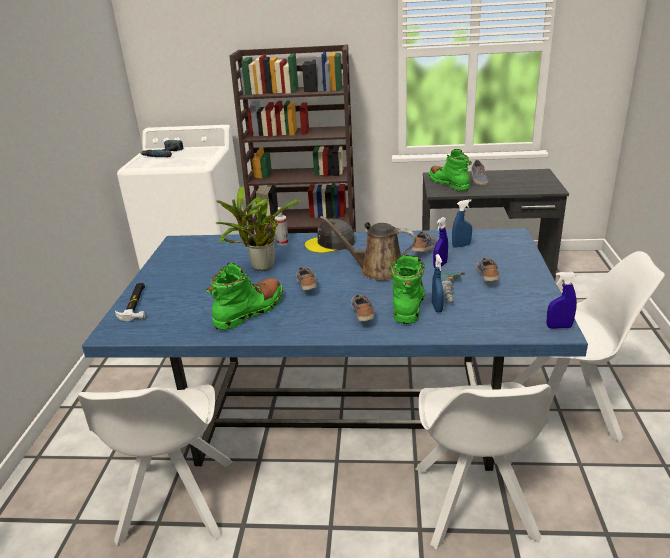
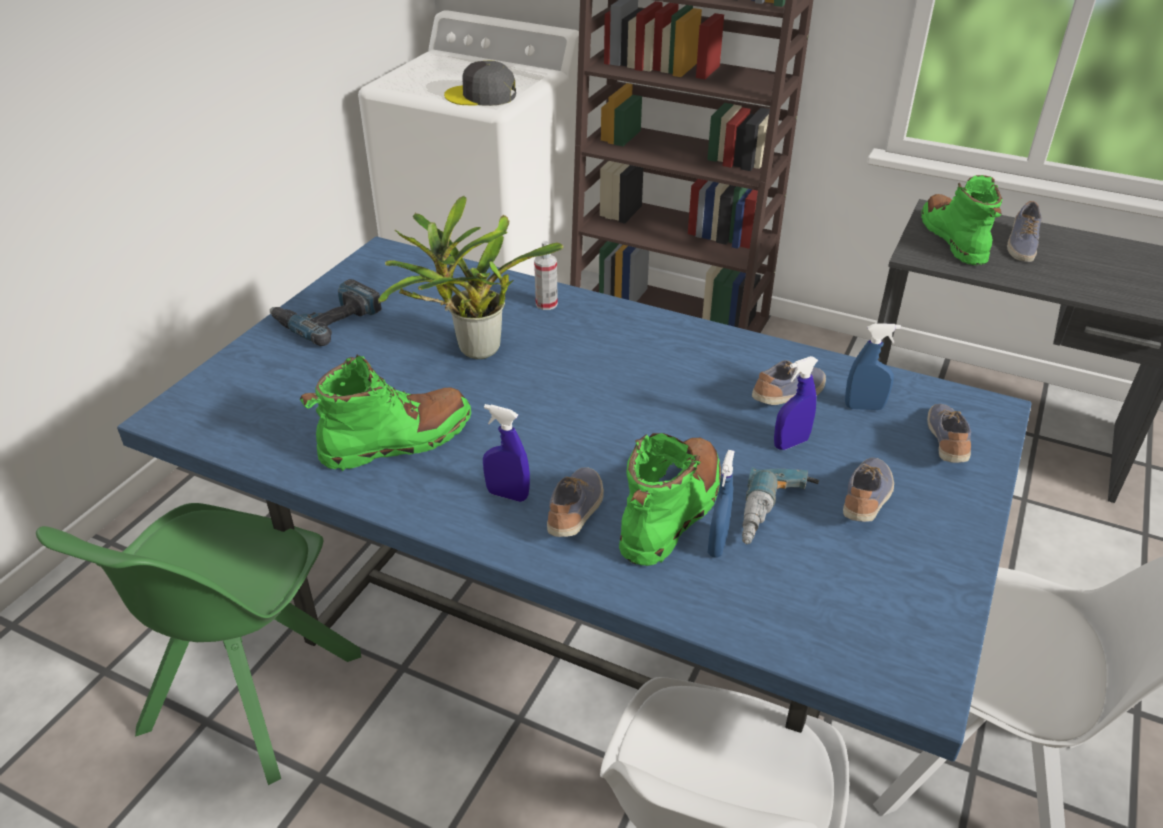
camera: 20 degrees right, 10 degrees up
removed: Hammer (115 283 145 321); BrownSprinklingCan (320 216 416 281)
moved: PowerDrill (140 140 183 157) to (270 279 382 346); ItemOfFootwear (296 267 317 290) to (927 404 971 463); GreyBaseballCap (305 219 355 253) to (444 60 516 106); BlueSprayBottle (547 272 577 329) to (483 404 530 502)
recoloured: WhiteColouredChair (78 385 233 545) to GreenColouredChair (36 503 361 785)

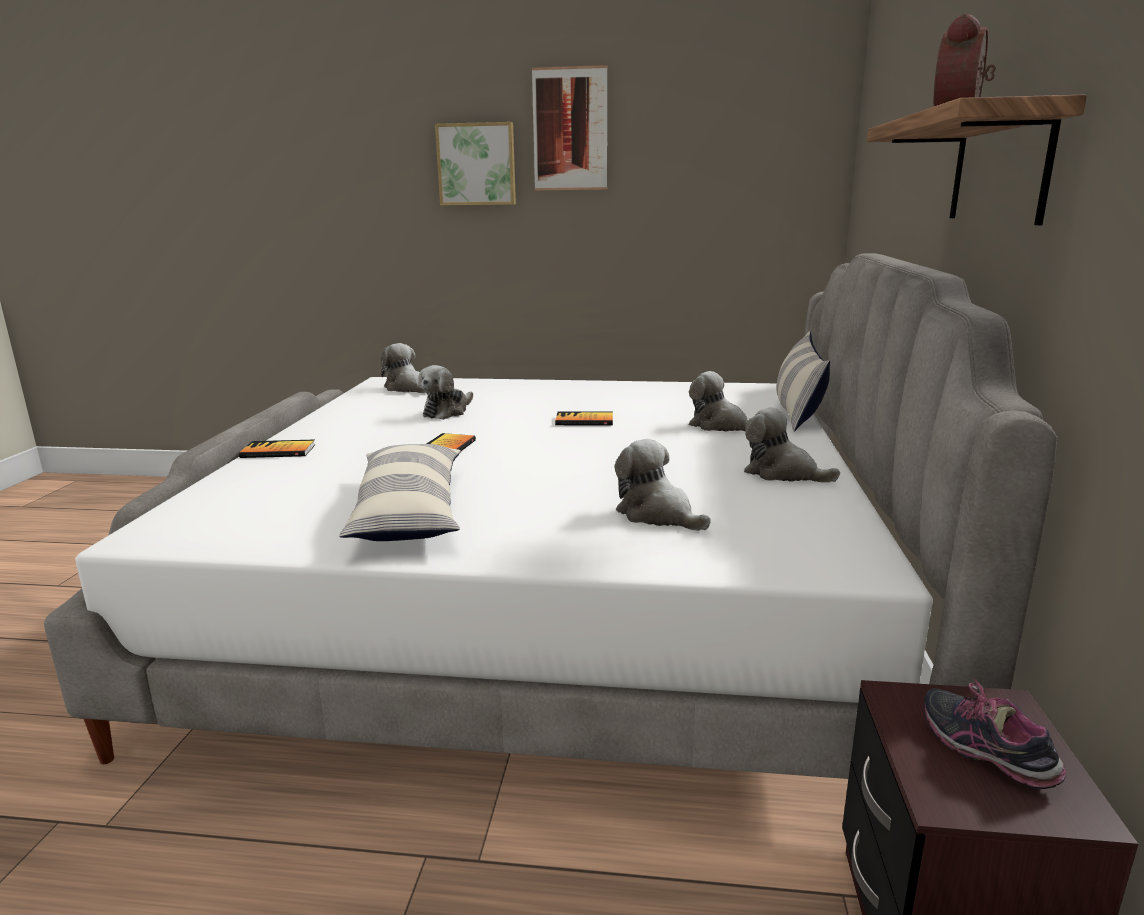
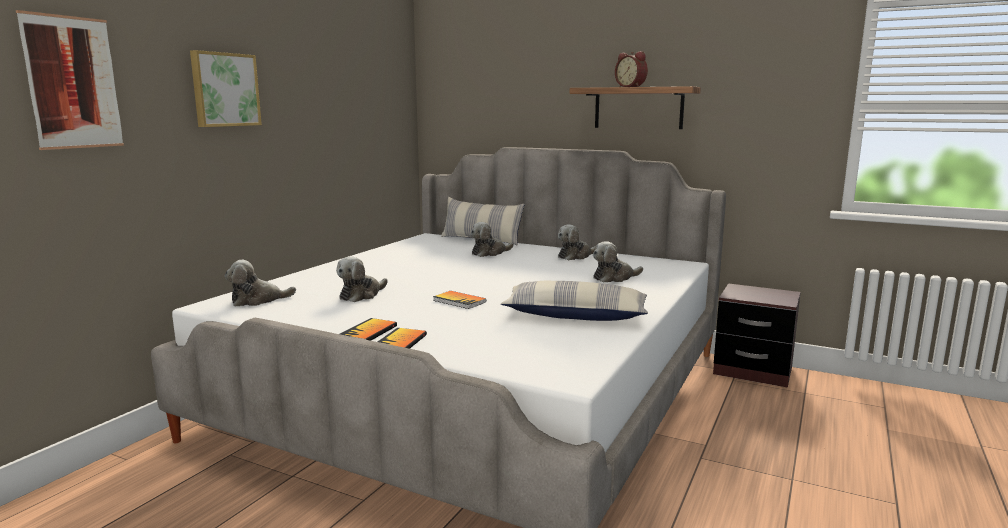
camera: 70 degrees left, 5 degrees down
removed: ItemOfFootwear (924 678 1067 789)
moved: Picture (532 65 607 191) to (16 10 124 150); BoundBook (555 411 613 426) to (340 318 397 341)
turned: CuddlyToy (418 365 473 420) = (336 256 388 302) 75 degrees clockwise

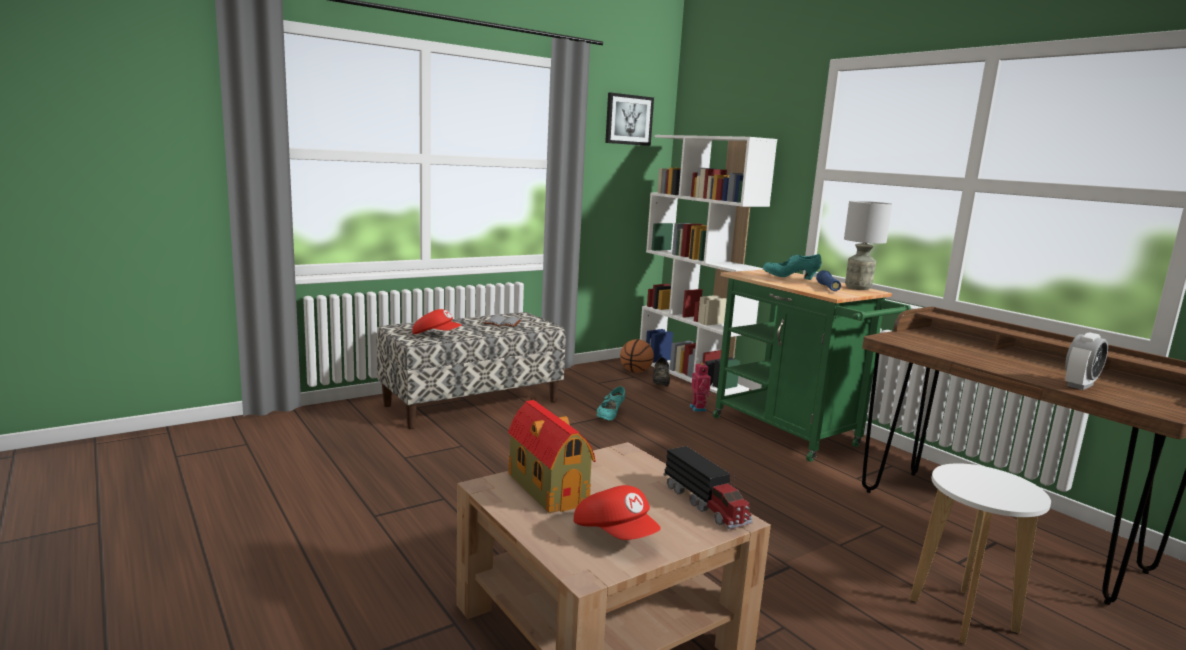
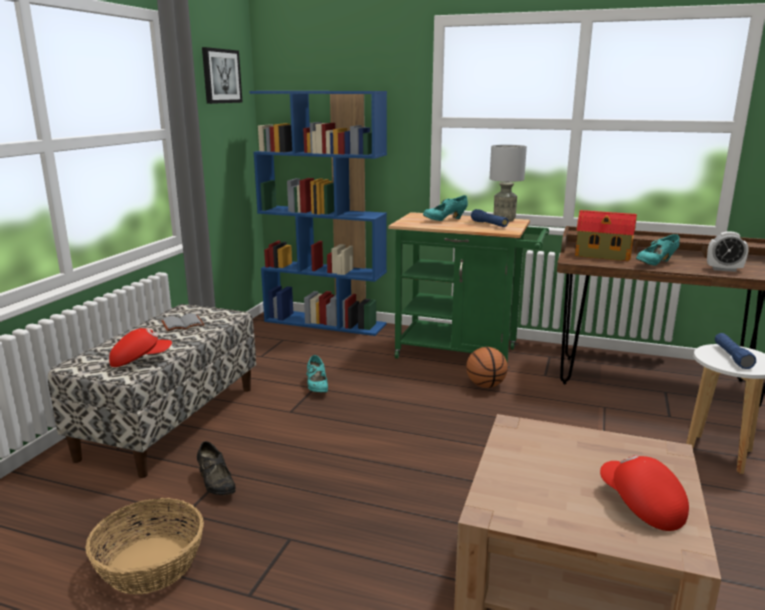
camera: 35 degrees left, 5 degrees up
removed: ToyTruck (663 446 753 529); ToyRobot (689 363 712 412)
added: Basket (85 498 204 595); TurquoiseItemOfFootwear (636 234 680 266); BlueFlashlight (715 333 756 369)
moved: MiniatureHouse (508 400 595 513) to (575 210 637 261); BasketballBall (620 339 654 373) to (466 347 508 388); BlackColouredItemOfFootwear (653 357 670 386) to (197 441 236 495)
recoloured: WhiteColouredBookshelf (640 135 777 396) to BlueBookshelf (250 91 387 336)
turned: RedColouredBaseballCap (574 485 661 540) = (600 455 689 531) 135 degrees counterclockwise; TableClock (1065 332 1108 390) = (707 231 749 272) 90 degrees clockwise

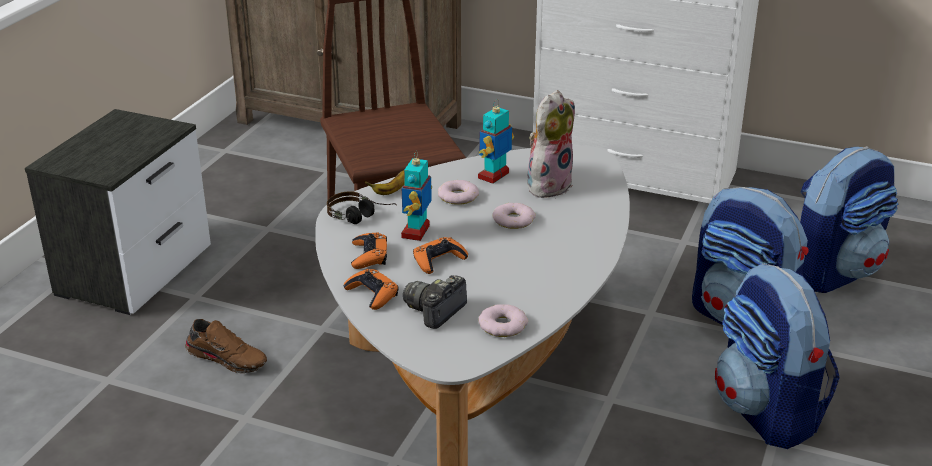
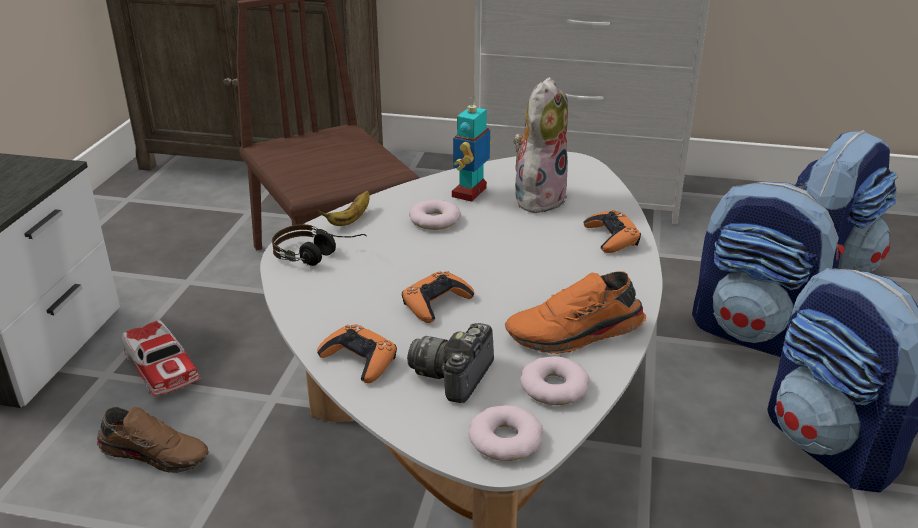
camera: 10 degrees left, 0 degrees up
removed: ToyRobot (401 151 432 241)
added: MiniatureCar (122 320 201 397); OrangeItemOfFootwear (505 271 646 354)
moved: OrangeGamepad (351 232 387 269) to (583 210 641 253); RingDoughnut (492 203 536 229) to (468 405 543 461)

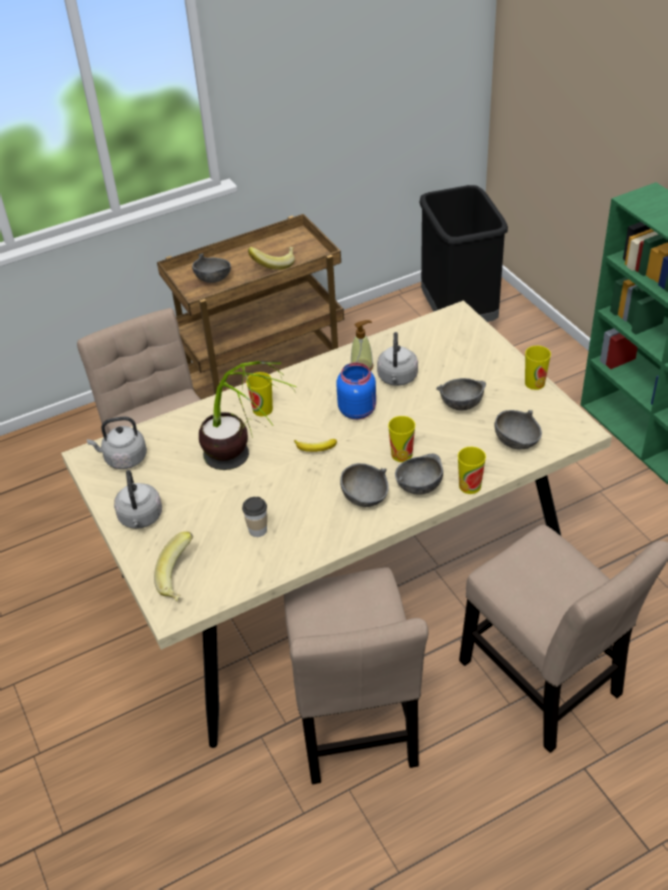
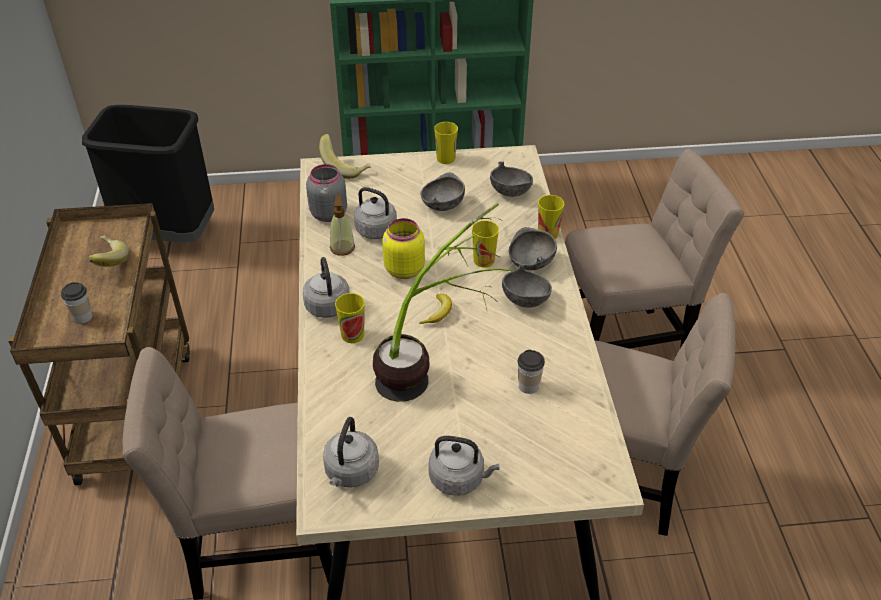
camera: 70 degrees left, 0 degrees up
added: GreyKettle (303 257 350 318); GreyStorageJar (306 164 347 222)
moved: BananaFruit (154 532 193 601) to (319 134 371 179)
replaced: GreyServingBowl (192 253 231 283) to SmallCup (61 282 92 324)
recoloured: BlueStorageJar (336 362 376 420) to YellowStorageJar (382 218 425 279)

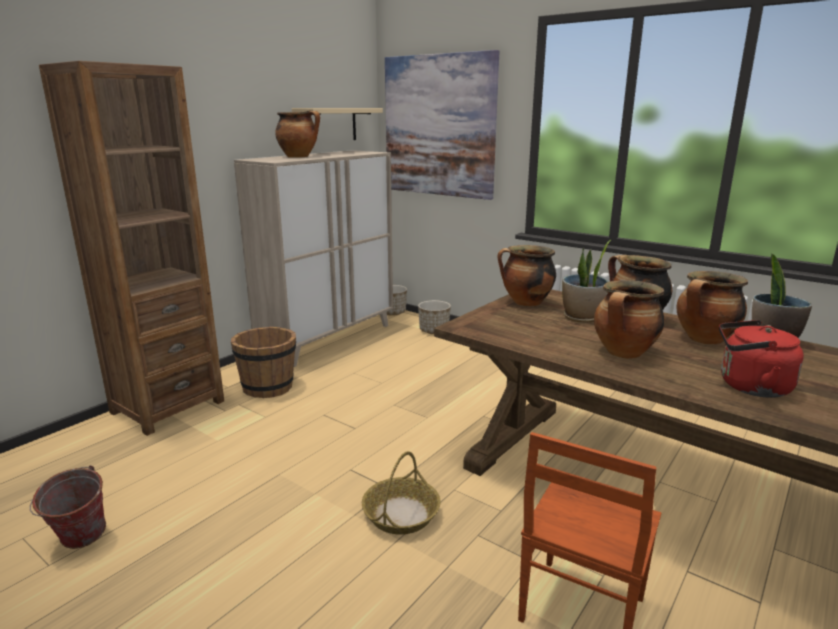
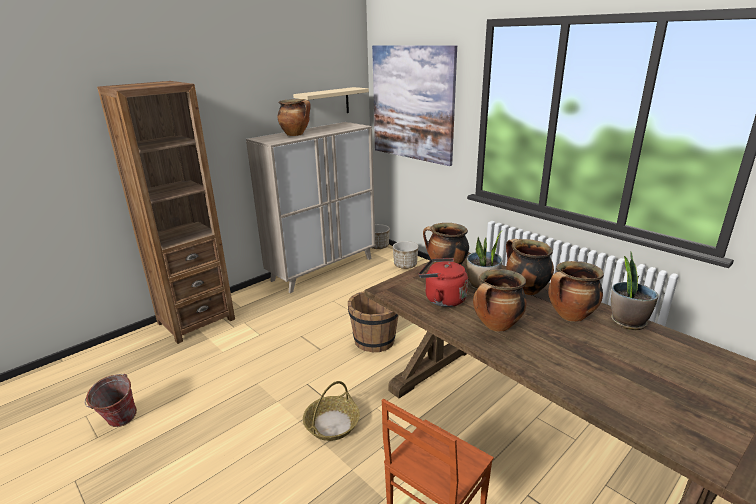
camera: 10 degrees right, 5 degrees up
moved: BrownBucket (231 327 296 398) to (348 291 399 352); RedColouredKettle (719 320 804 398) to (419 258 468 307)

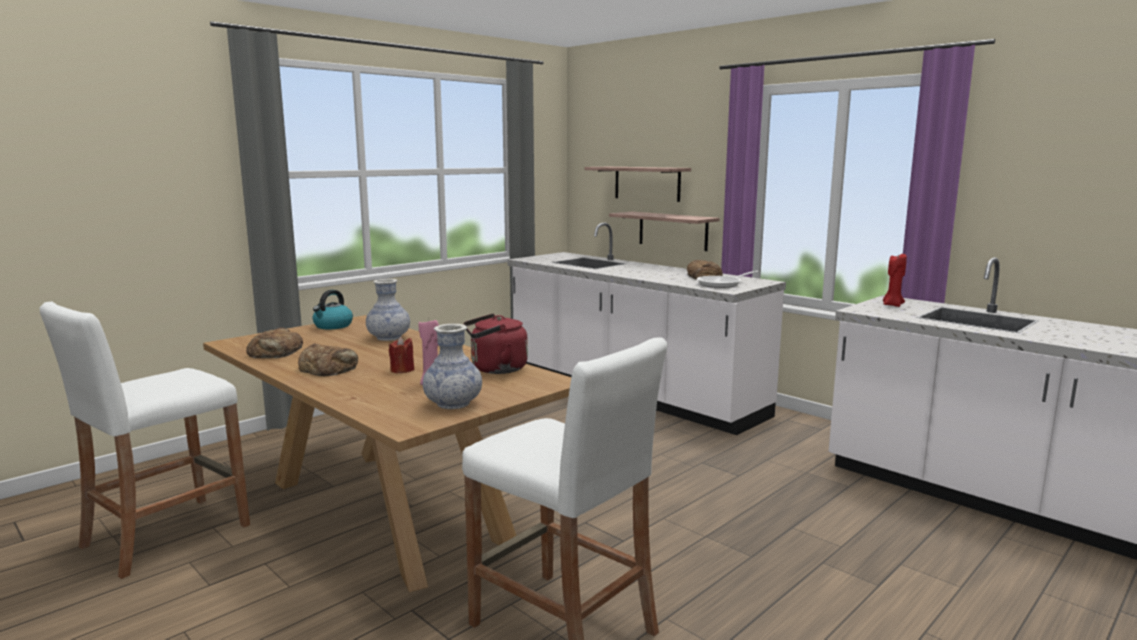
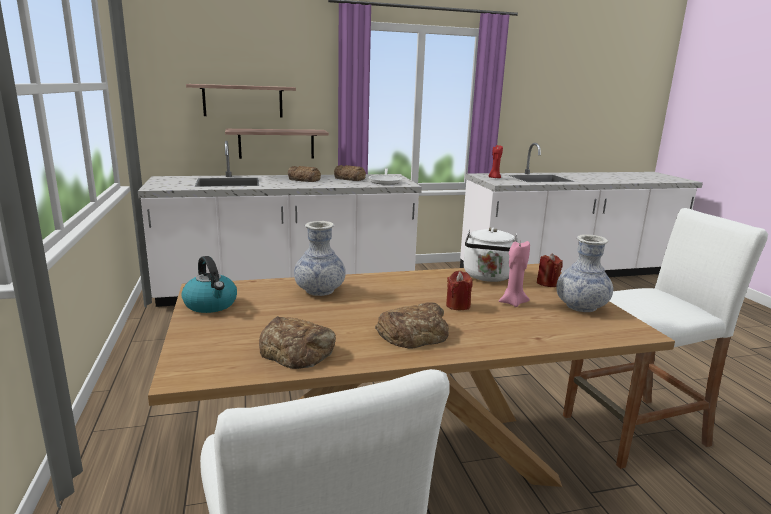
camera: 60 degrees left, 5 degrees up
added: Bread (288 166 321 182); RedColouredWaxLight (537 253 563 287)
recoloured: RedColouredKettle (463 314 528 374) to WhiteColouredKettle (464 227 518 282)

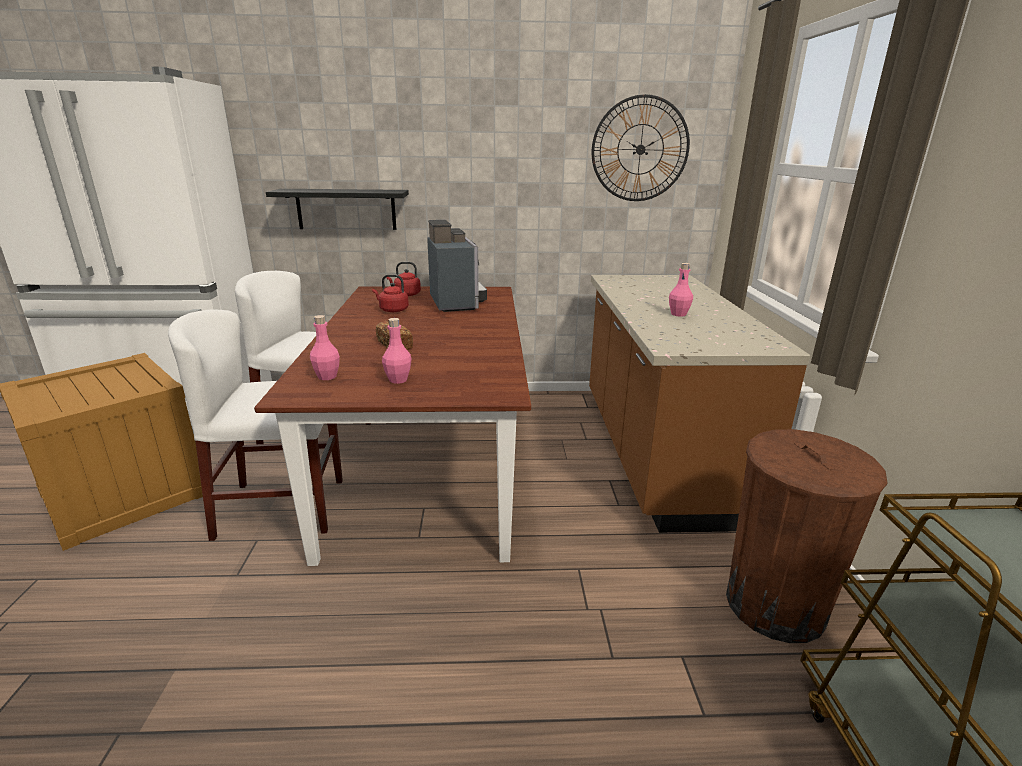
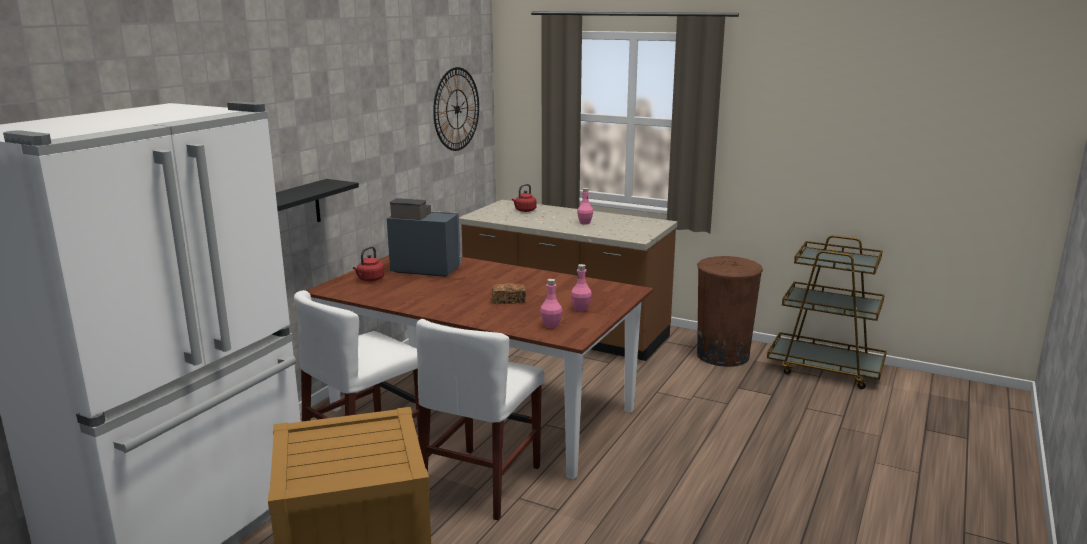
camera: 60 degrees left, 5 degrees down
moved: RedColouredKettle (372 274 409 312) to (512 184 536 212)

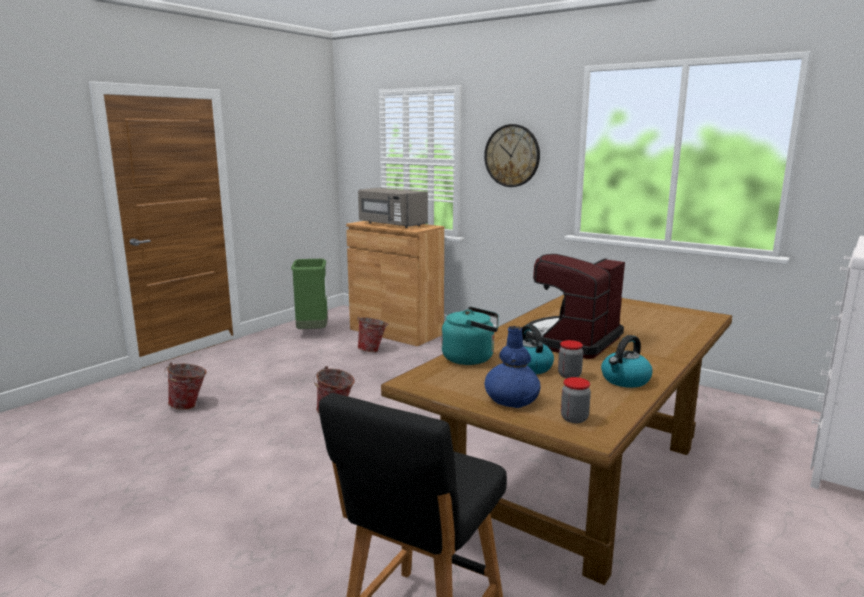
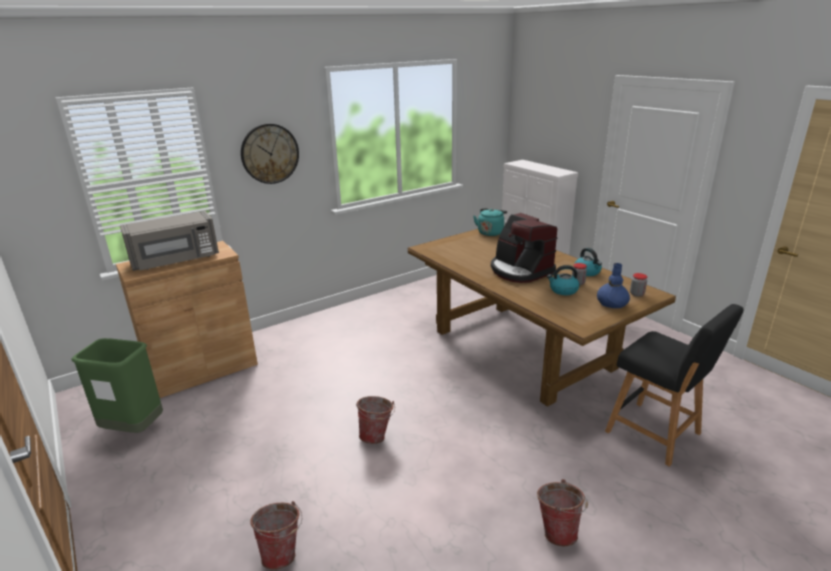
camera: 70 degrees left, 10 degrees up
moved: Bucket (357 316 389 352) to (537 479 588 546); TurquoiseKettle (442 307 499 365) to (473 208 507 236)

